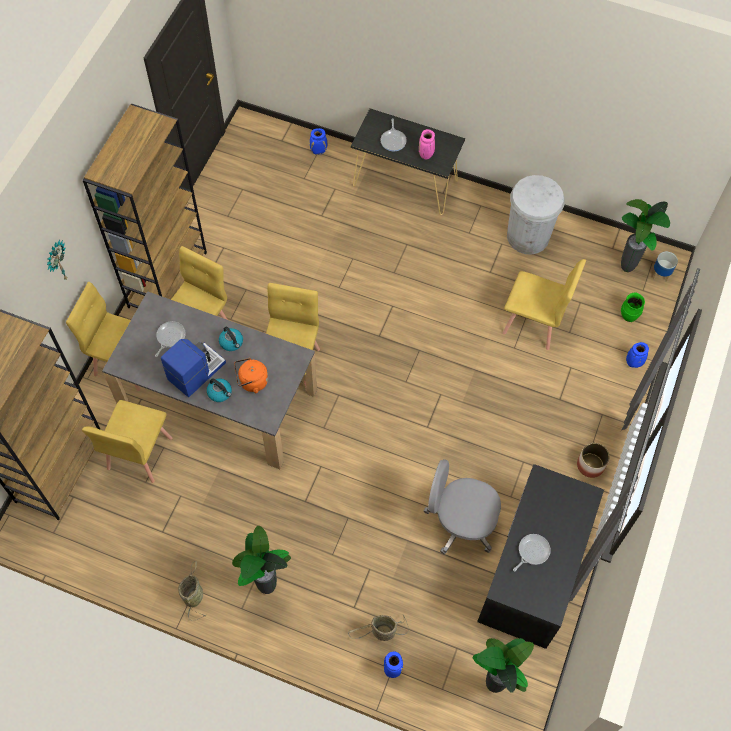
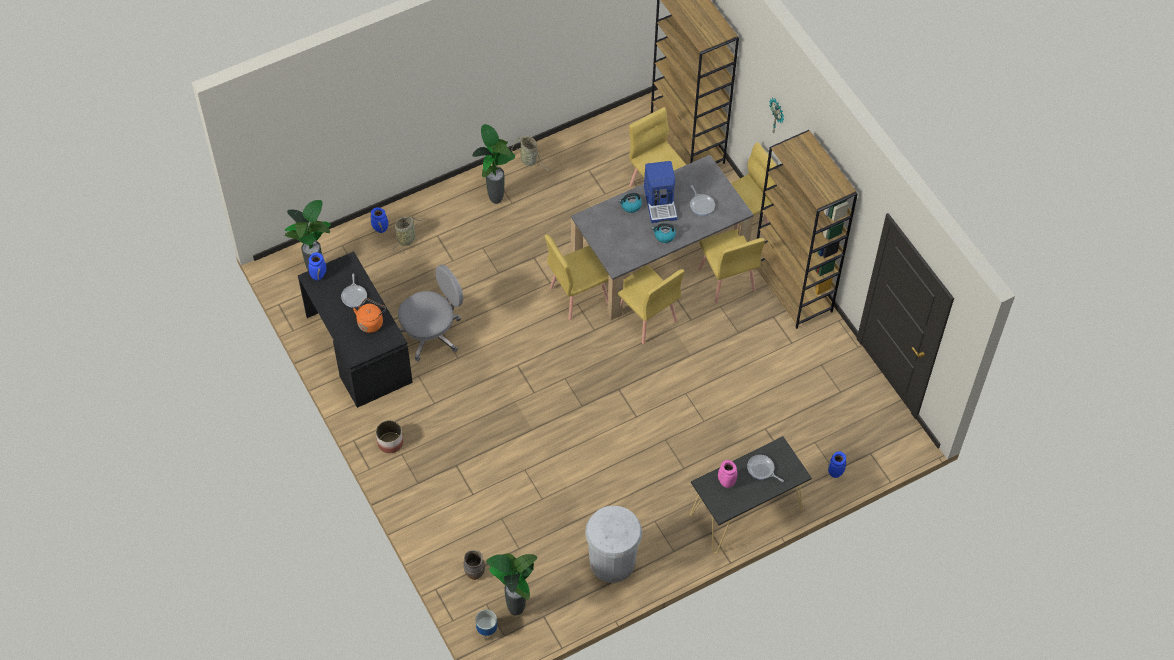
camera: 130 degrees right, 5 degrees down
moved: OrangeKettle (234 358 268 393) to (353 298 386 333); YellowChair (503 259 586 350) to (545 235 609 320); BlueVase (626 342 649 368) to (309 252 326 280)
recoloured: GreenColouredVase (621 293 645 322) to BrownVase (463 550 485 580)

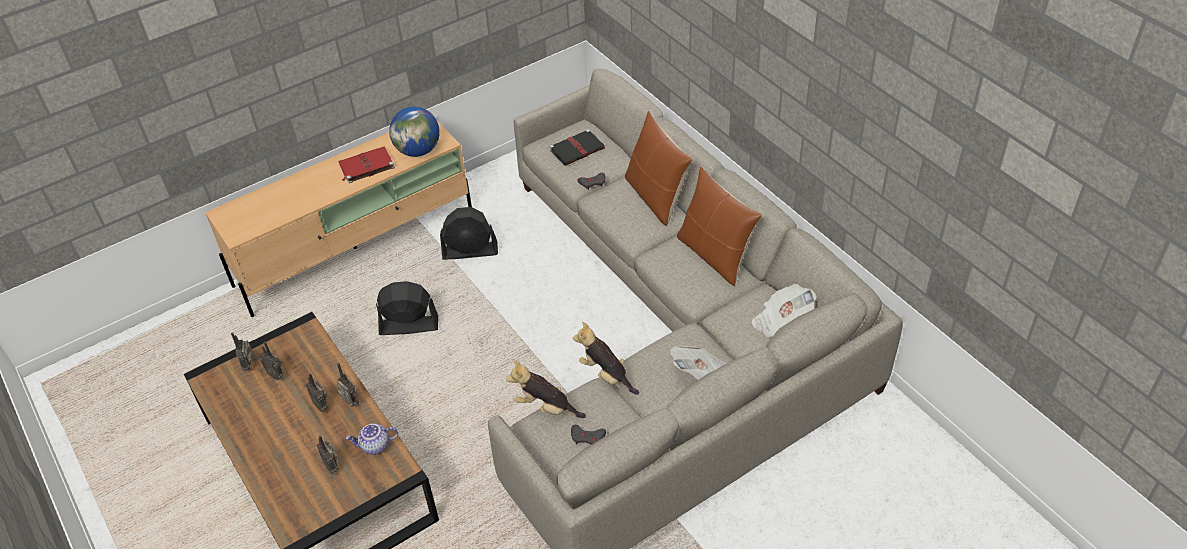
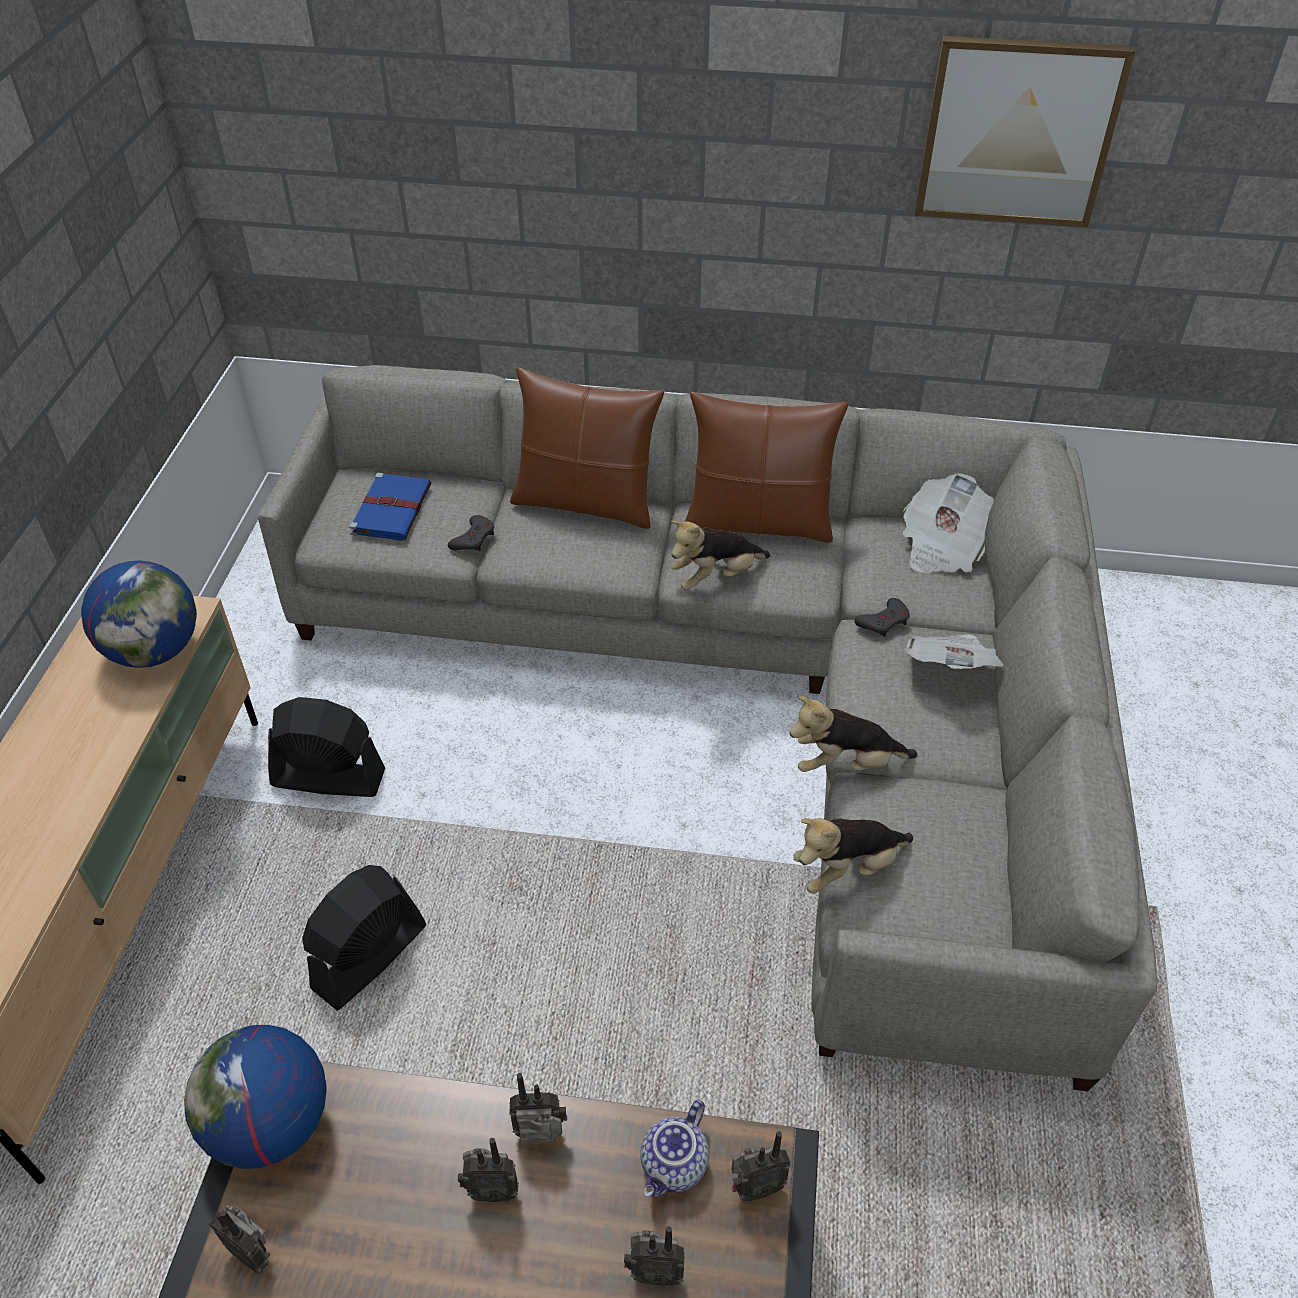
camera: 50 degrees left, 0 degrees up
removed: RedColouredBoundBook (339 147 395 183)
added: DeskGlobe (184 1025 327 1169); CuddlyToy (671 520 770 590); Picture (915 36 1135 227)
moved: RadioReceiver (259 342 284 380) to (731 1131 791 1201); GreyGamepad (571 425 606 445) to (854 598 910 637)
recoloured: BlackColouredBoundBook (549 129 605 166) to BlueBoundBook (349 473 431 541)
turned: BlackColouredFan (440 207 498 260) = (268 697 385 797) 120 degrees counterclockwise

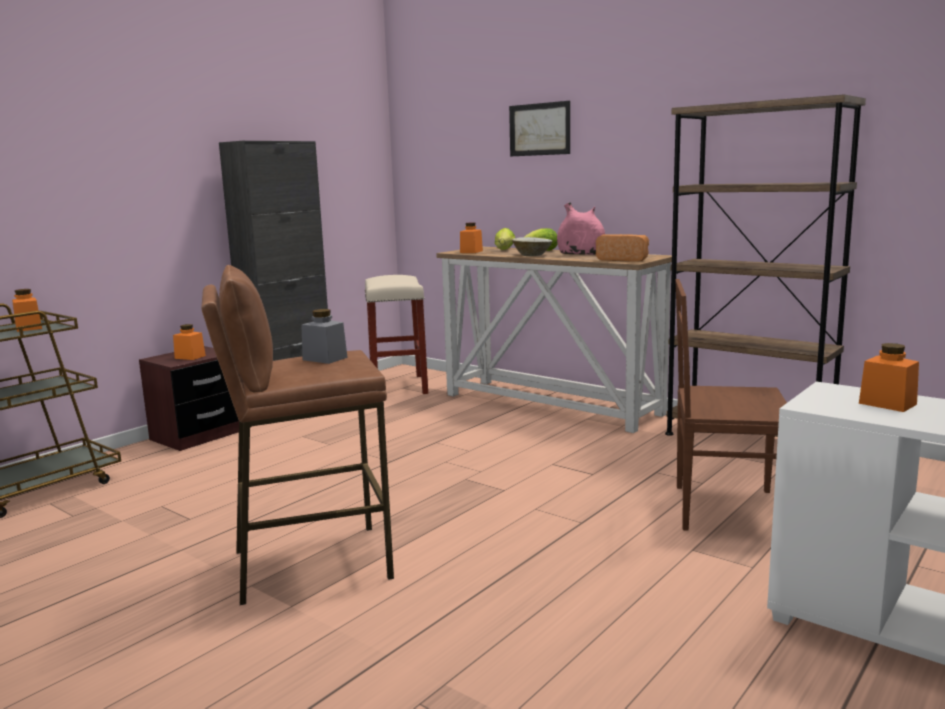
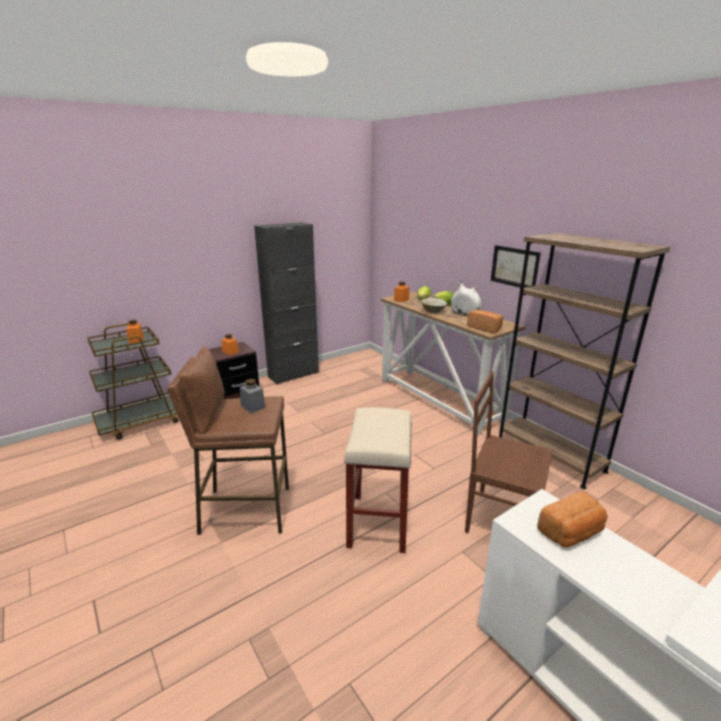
camera: 15 degrees right, 10 degrees up
moved: BeigeStoolSeat (365 275 428 394) to (344 407 412 553); Picture (509 101 570 156) to (491 245 541 288)
replaced: OrangeStorageJar (859 343 919 412) to Bread (537 491 608 547)
recoloured: PinkishVase (557 202 605 255) to WhiteColouredVase (451 281 481 316)

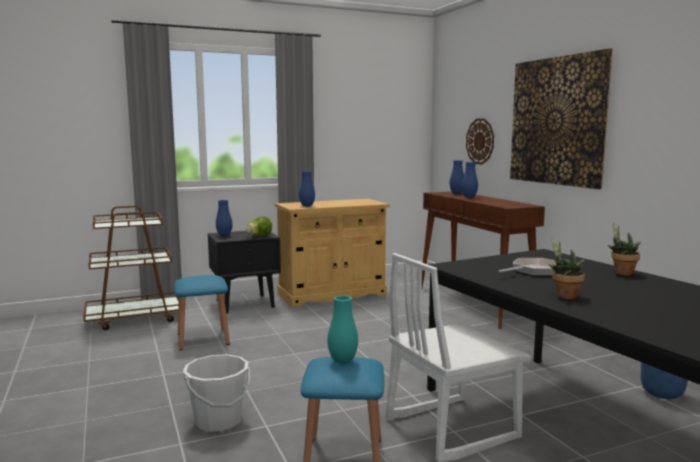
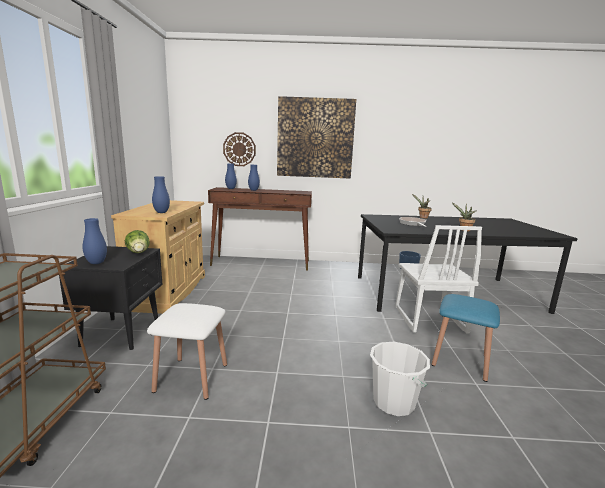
camera: 65 degrees left, 5 degrees up
removed: TurquoiseVase (327 295 358 364)
recoloured: BlueStoolSeat (174 275 230 350) to WhiteColouredStoolSeat (147 303 227 400)

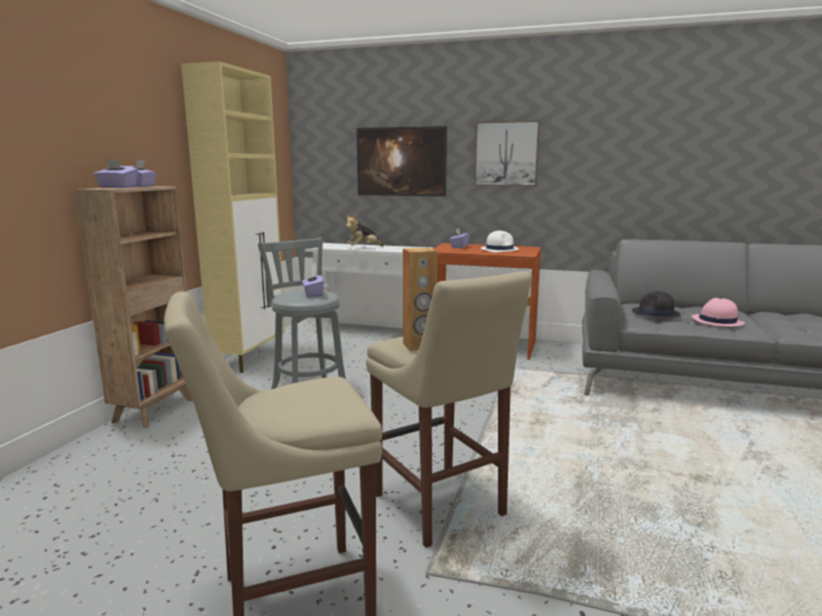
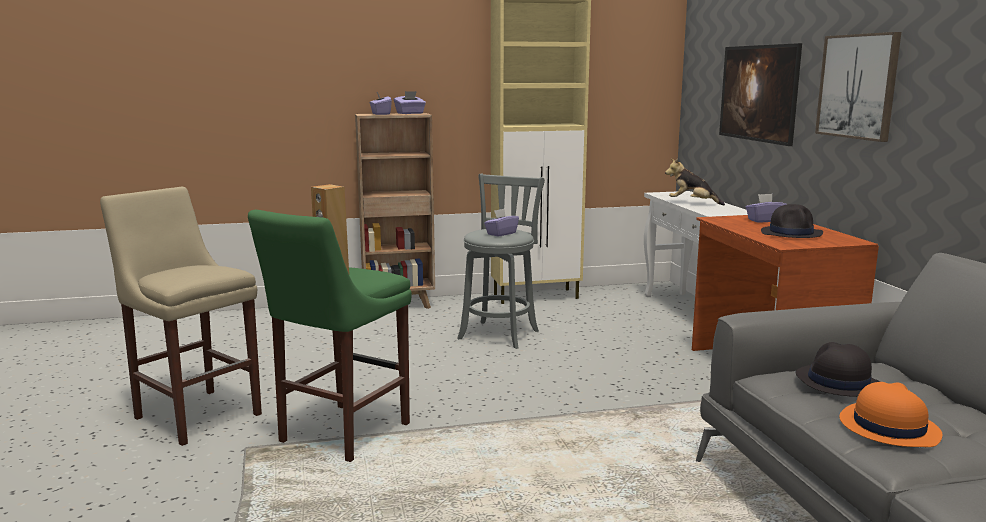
camera: 60 degrees right, 0 degrees up
recoloured: BeigeStoolSeat (366 271 532 548) to GreenColouredStoolSeat (248 210 412 462); WhiteColouredWearableHat (481 231 519 252) to BlackColouredWearableHat (761 204 823 238); PinkishWearableHat (691 298 745 327) to OrangeWearableHat (839 382 942 447)

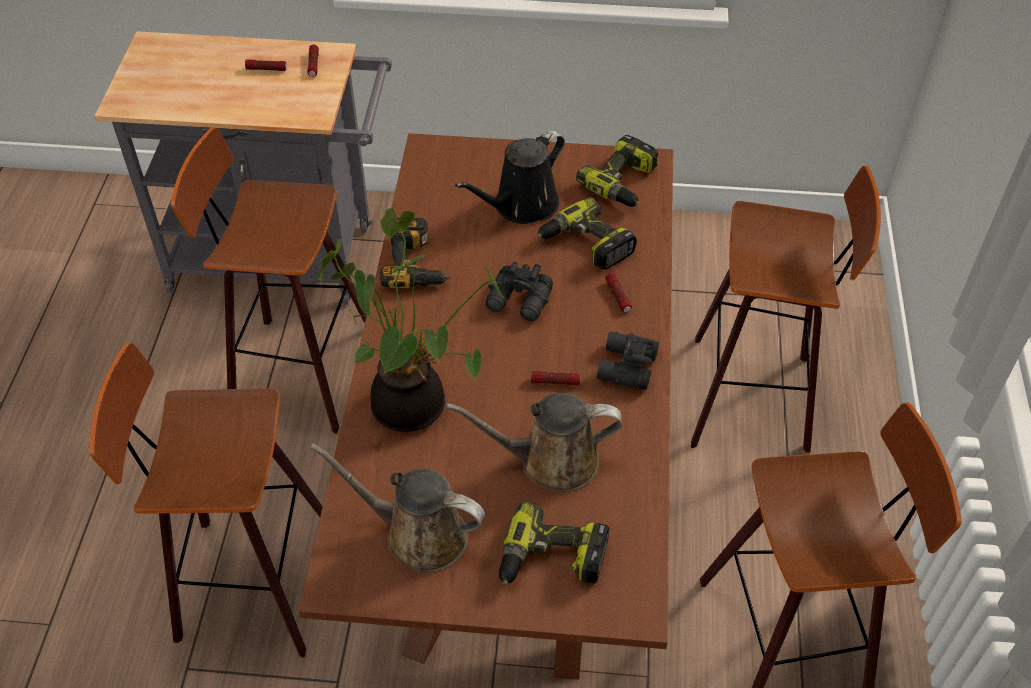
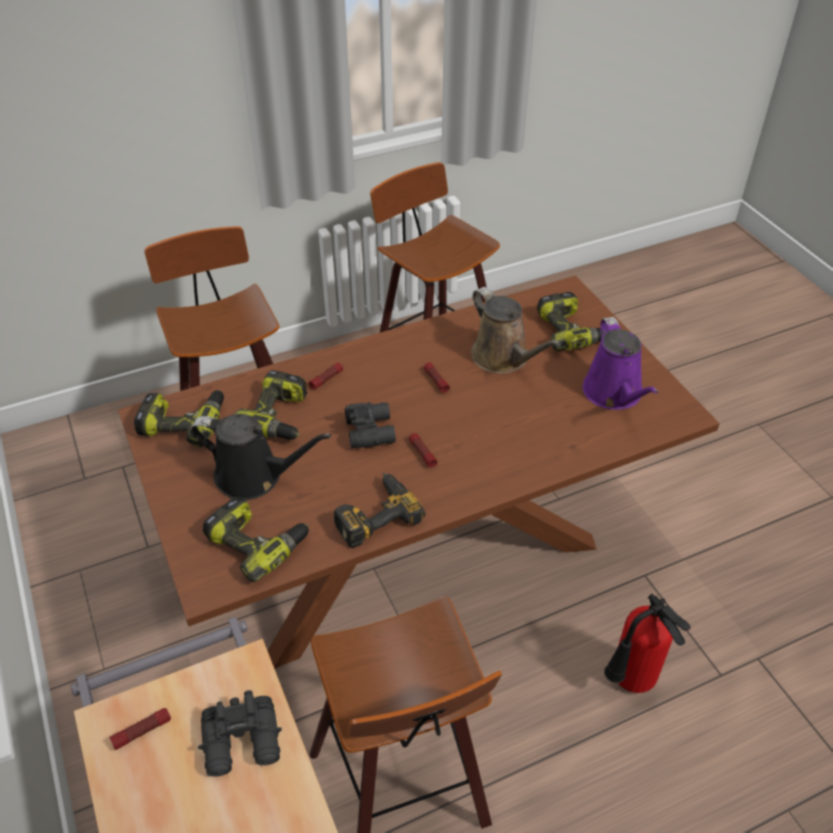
camera: 120 degrees left, 5 degrees down
removed: PlantInAPot (316 208 505 432)
added: PowerDrill (203 497 309 582)
moved: Flashlight (245 60 287 71) to (409 433 437 468); BlackColouredBinoculars (597 332 659 390) to (198 690 282 777)
replaced: StoolSeat (90 343 323 657) to FireExtinguisher (604 594 691 693)
recoloured: BrownSprinklingCan (310 443 485 573) to PurpleSprinklingCan (583 317 658 410)

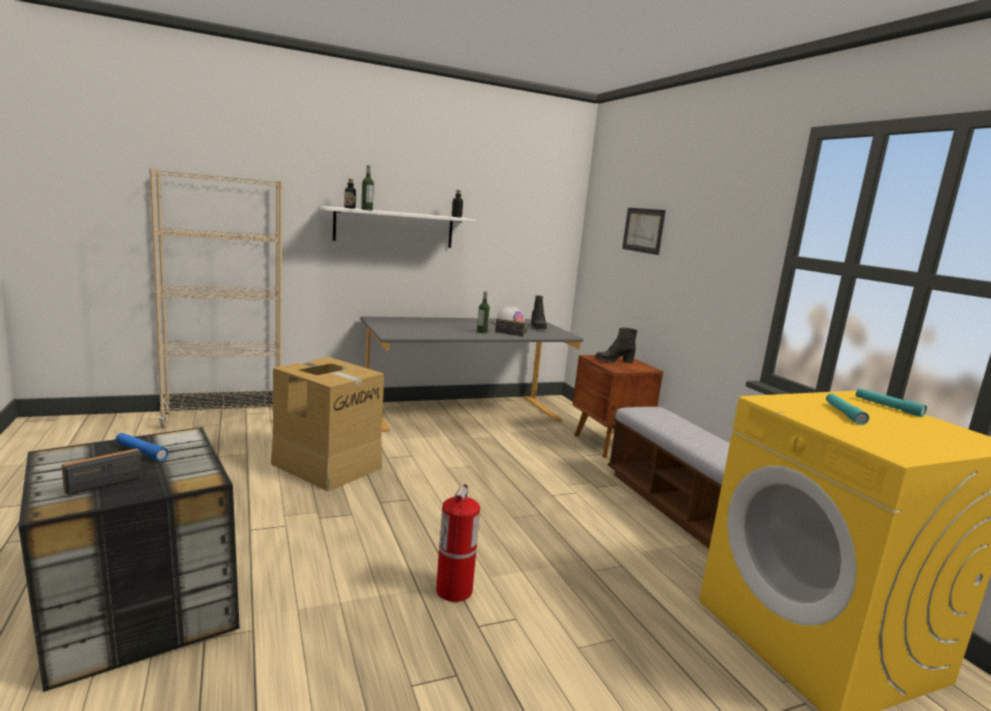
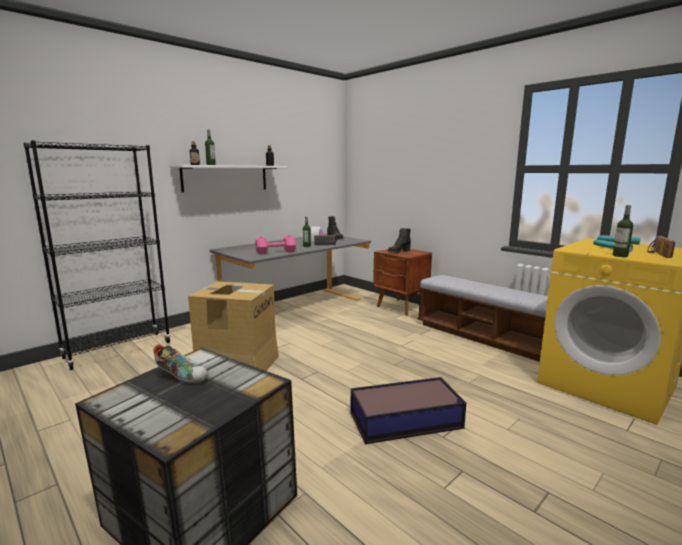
camera: 20 degrees left, 0 degrees up
removed: Picture (622 208 666 255)
added: PinkishHandWeight (255 235 296 254); BeverageBottle (613 205 633 257)
moved: RadioReceiver (62 448 144 495) to (647 236 675 258)
replaced: BlueFlashlight (116 433 169 461) to ItemOfFootwear (153 344 208 383); FireExtinguisher (436 484 480 602) to StorageBox (351 377 466 444)
recoloured: BeigeBookshelf (149 168 283 428) to BlackColouredBookshelf (24 140 171 370)

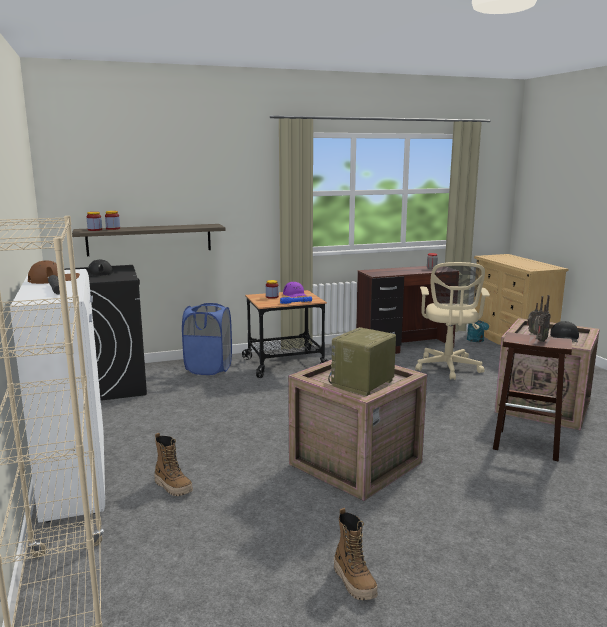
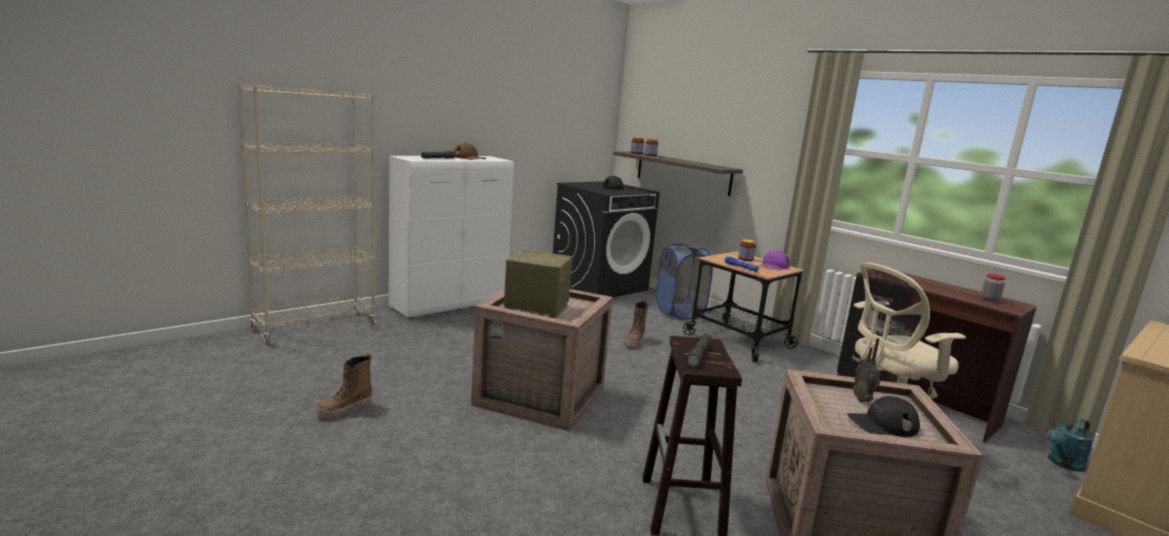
camera: 65 degrees right, 0 degrees up
moved: HighTopBoot (154 433 193 496) to (625 300 648 347)
replaced: RadioReceiver (534 295 551 342) to GreyFlashlight (686 334 712 368)

